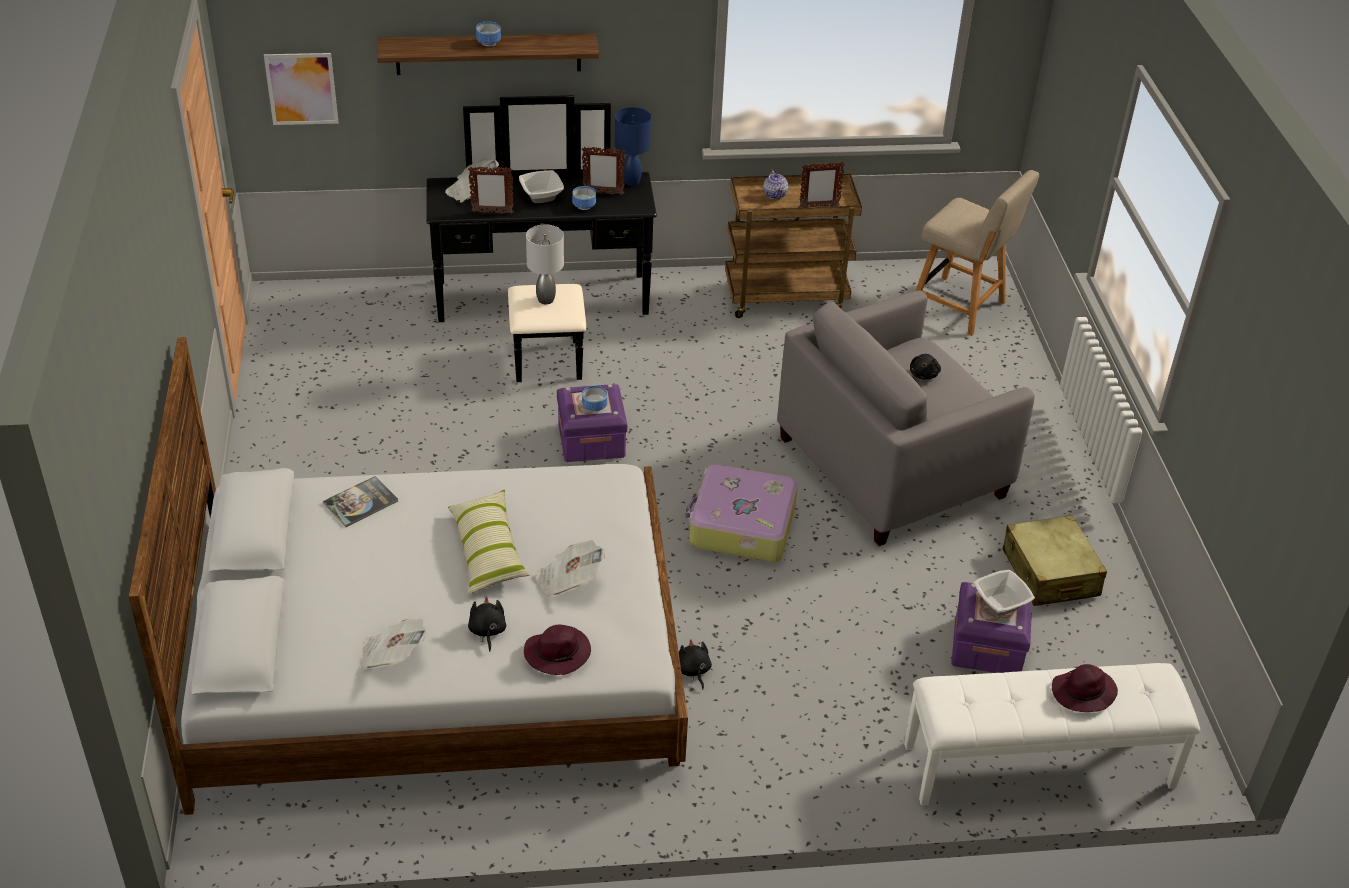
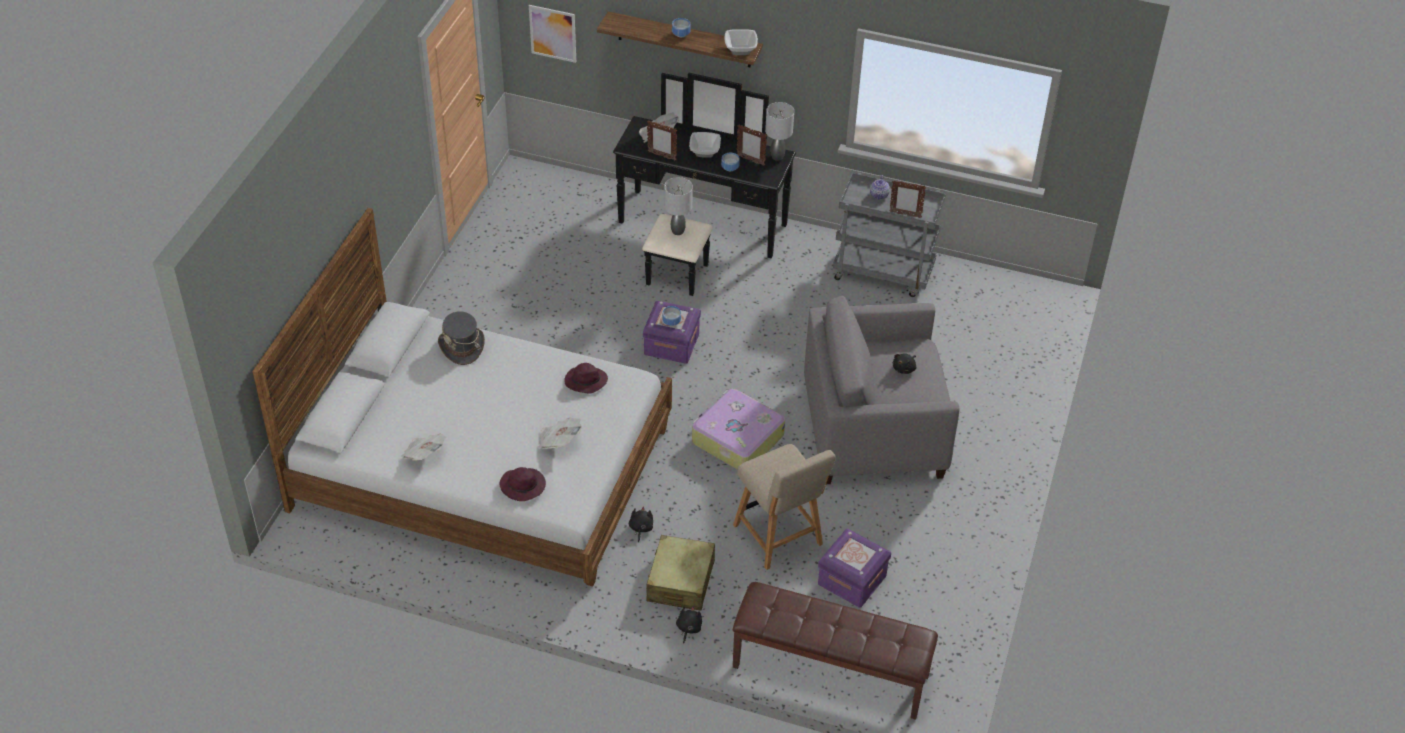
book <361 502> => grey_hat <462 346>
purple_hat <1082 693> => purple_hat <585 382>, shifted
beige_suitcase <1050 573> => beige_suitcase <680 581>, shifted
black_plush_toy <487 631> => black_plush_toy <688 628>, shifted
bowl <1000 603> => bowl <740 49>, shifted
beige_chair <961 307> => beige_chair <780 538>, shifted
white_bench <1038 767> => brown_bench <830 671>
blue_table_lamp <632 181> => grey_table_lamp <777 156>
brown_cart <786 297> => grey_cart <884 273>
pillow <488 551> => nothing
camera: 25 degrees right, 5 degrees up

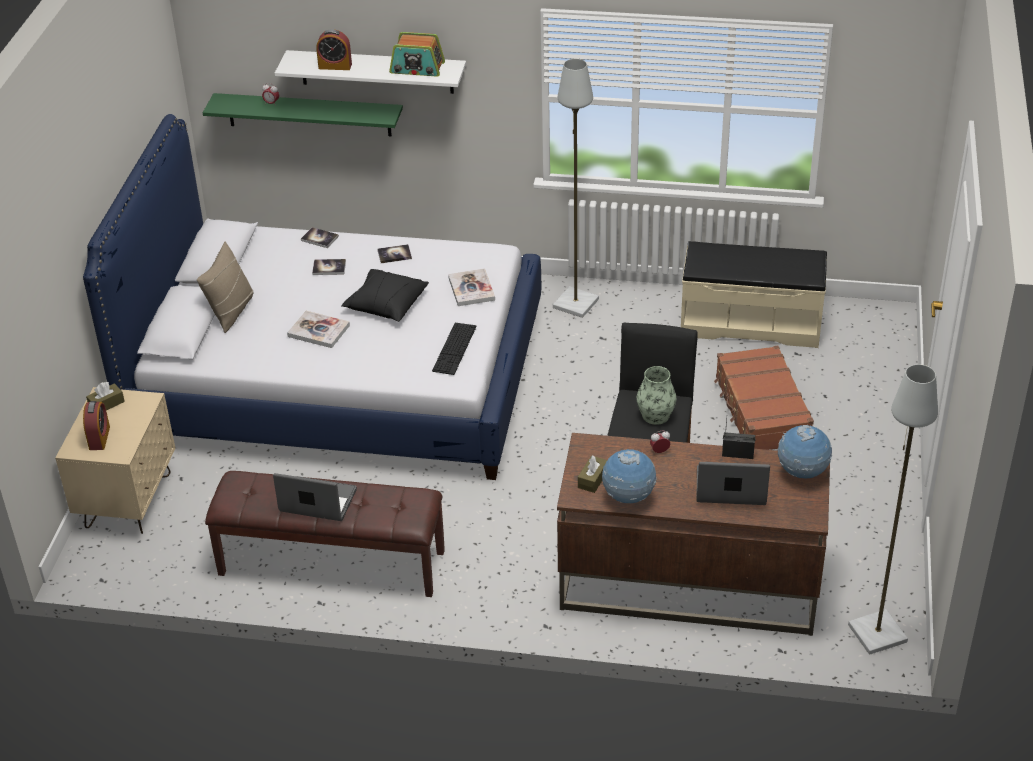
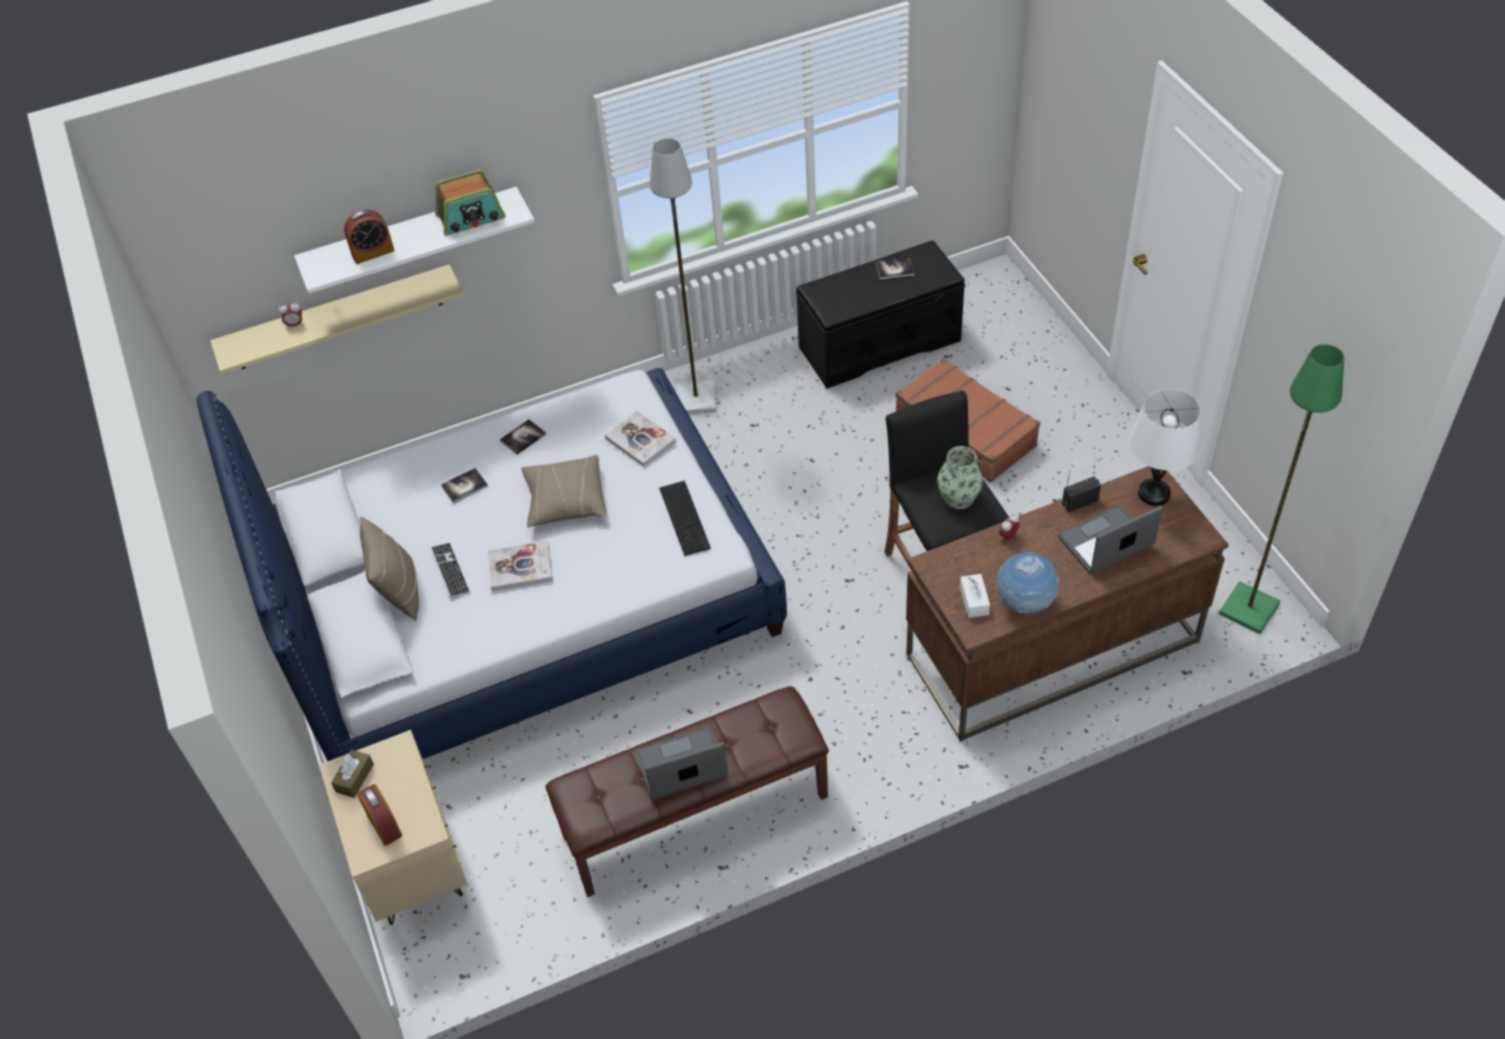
green_shelf <309 114> => beige_shelf <337 318>
nothing => keyboard <450 571>
black_pillow <386 304> => beige_pillow <565 501>
beige_bench <750 323> => black_bench <879 343>
book <319 238> => book <894 269>, shifted
brown_tissue_box <592 479> => white_tissue_box <974 601>
globe <802 473> => white_table_lamp <1153 494>
grey_floor_lamp <877 634> => green_floor_lamp <1249 610>
camera: 30 degrees left, 10 degrees up

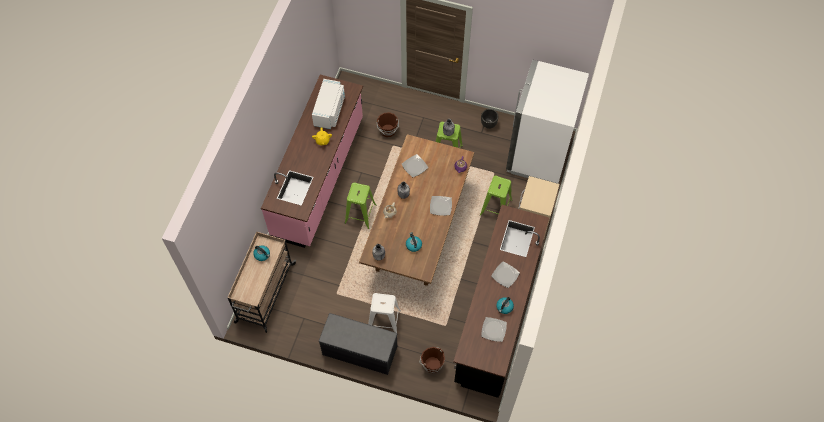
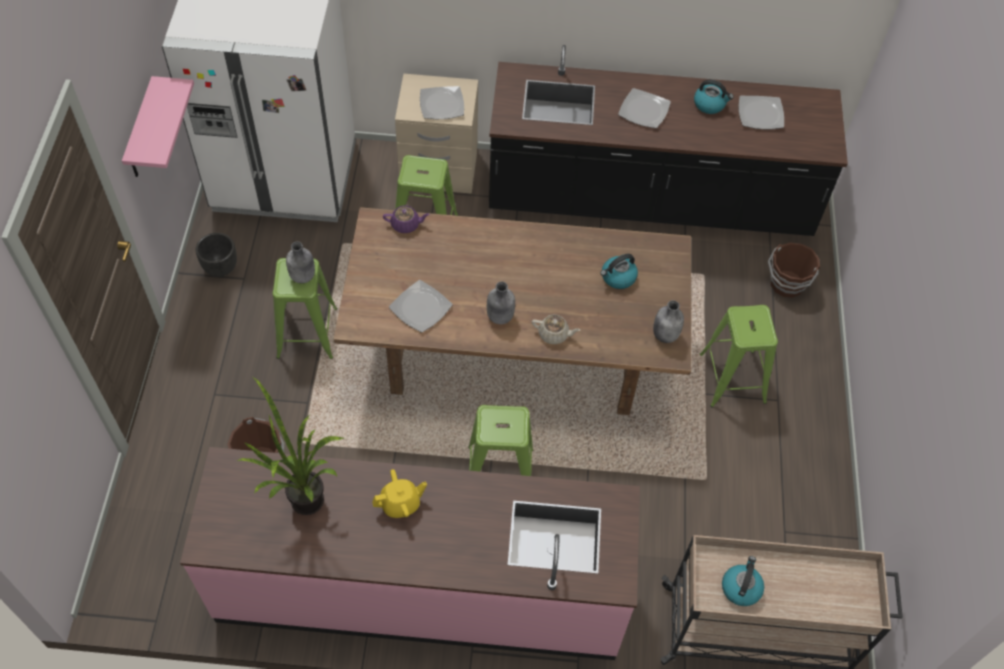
nothing => pink_shelf <141 131>
white_microwave <330 111> => potted_plant <302 507>
plate <440 206> => plate <442 105>, shifted
white_stool <384 321> => green_stool <732 377>
grey_bench <359 351> => nothing
camera: 105 degrees left, 5 degrees down

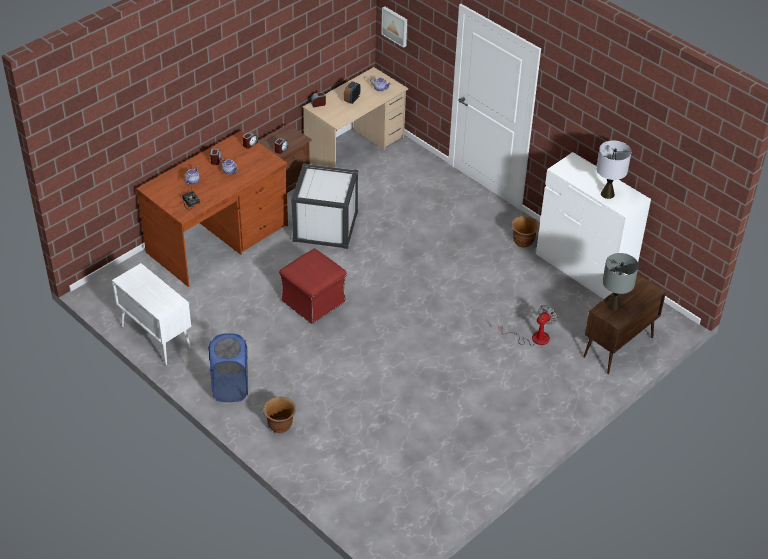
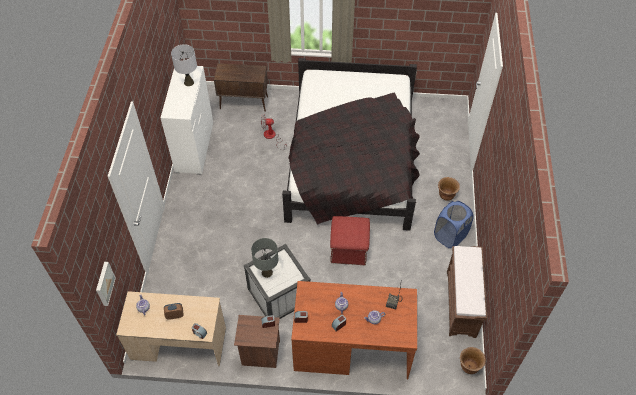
grey_table_lamp <614 305> => grey_table_lamp <267 272>, shifted
nothing => black_bed <352 161>
white_cabinet <155 337> => brown_bench <461 304>
brown_planter <523 242> => brown_planter <469 367>, shifted
camera: 130 degrees left, 10 degrees up

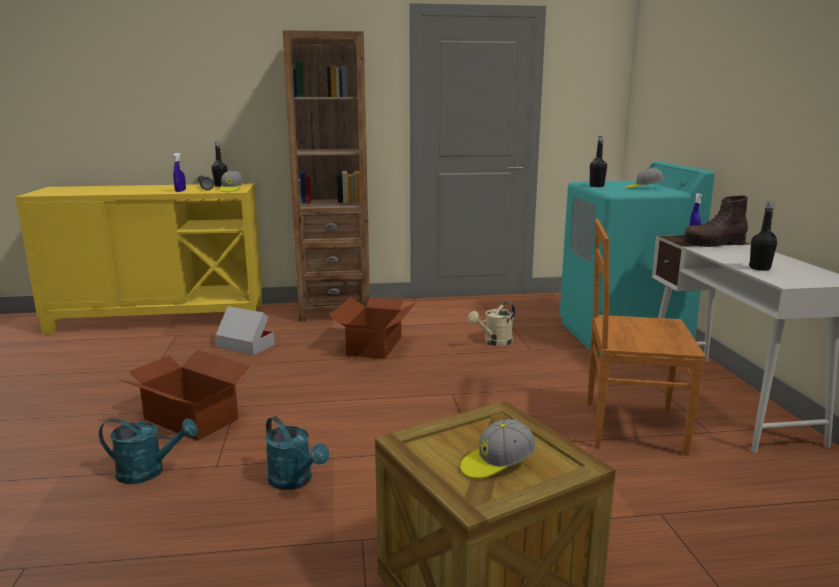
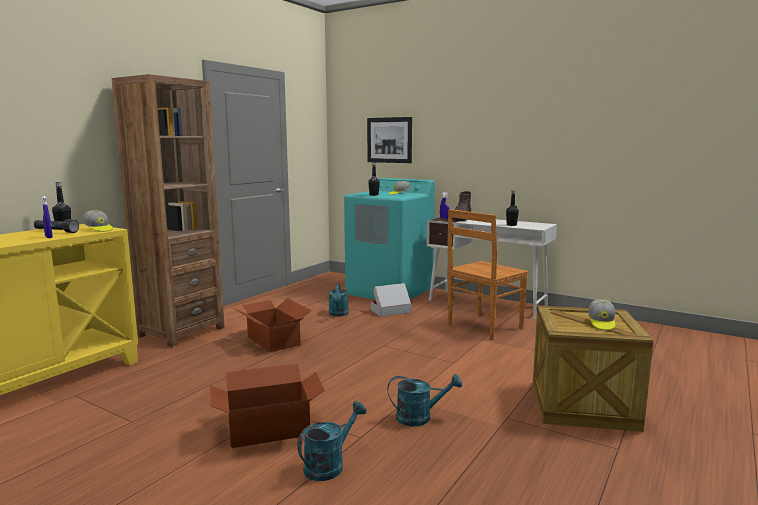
beige_watering_can <494 342> => turquoise_watering_can <338 314>
nothing => picture <389 140>
cardboard_box <245 346> => cardboard_box <391 311>, shifted
camera: 50 degrees left, 5 degrees down

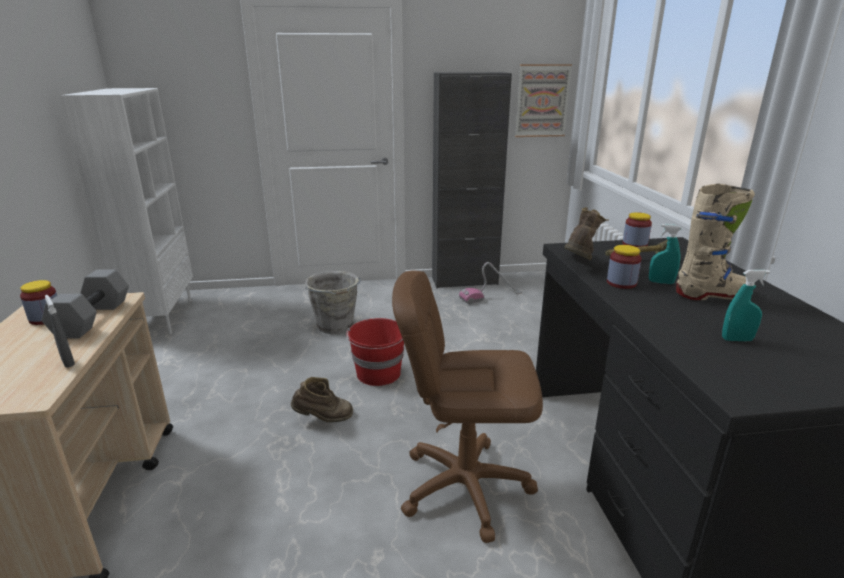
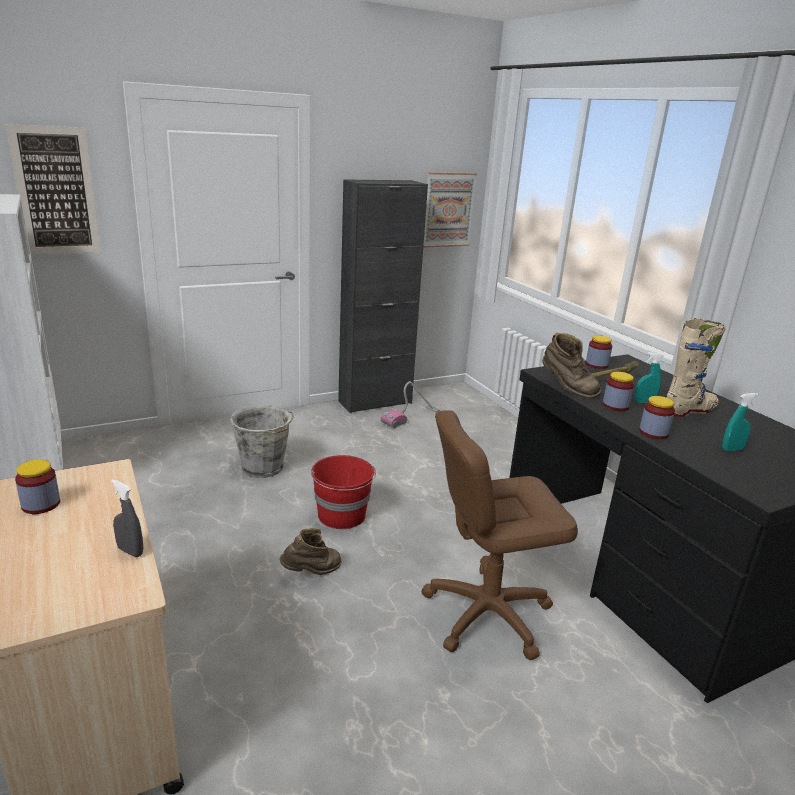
nothing => picture <56 191>
brown_boot <578 264> => brown_boot <567 389>, 135 degrees clockwise
nothing => jar <653 433>
grey_dumbbell <92 318> => nothing
camera: 20 degrees left, 0 degrees up

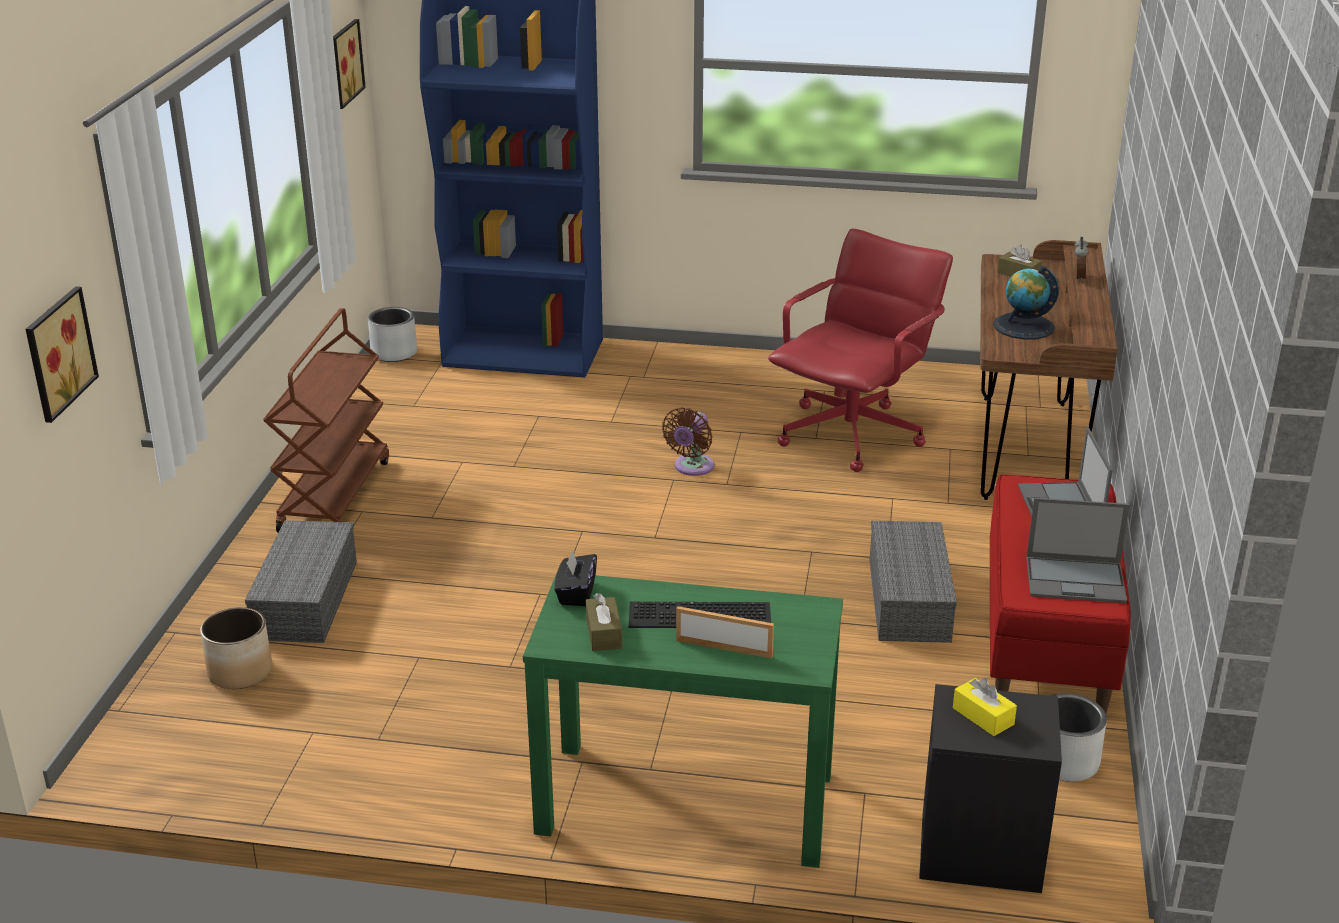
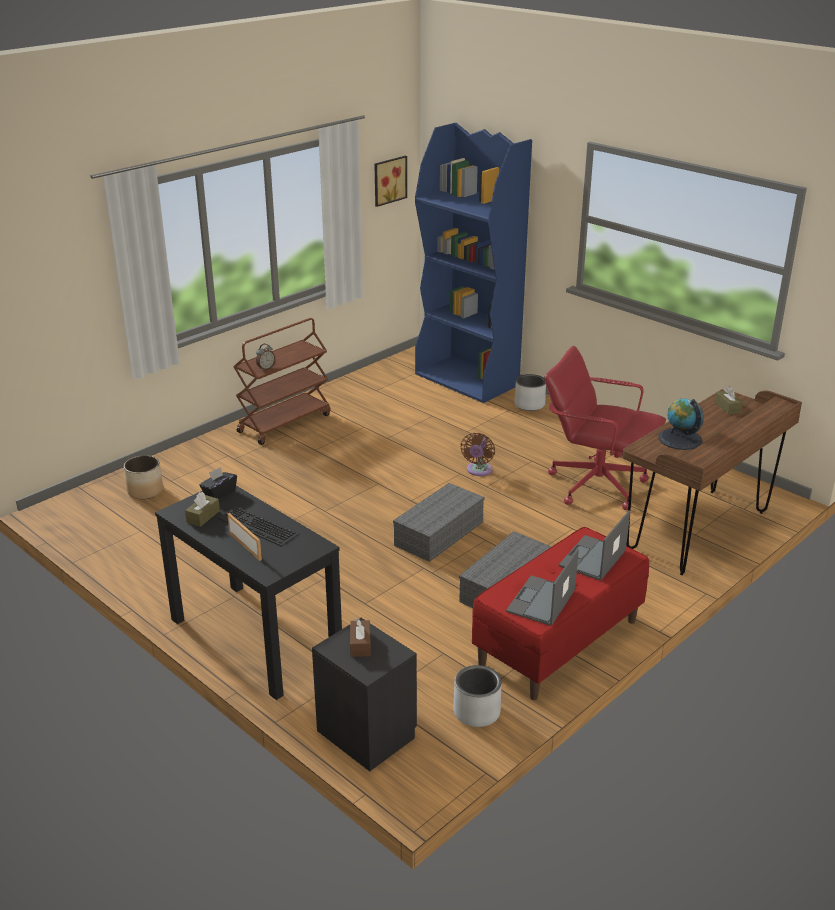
green_console_table <684 803> => black_console_table <254 638>
alarm_clock <1078 277> => alarm_clock <266 368>, shifted
yellow_tissue_box <983 716> => brown_tissue_box <360 644>
grey_storage_box <305 598> => grey_storage_box <439 532>, shifted
brown_fan <692 468> => brown_fan <478 471>, 45 degrees counterclockwise
laptop <1076 580> => laptop <541 601>, 75 degrees clockwise
grey_planter <394 353> => grey_planter <529 404>, shifted
red_office_chair <852 435> => red_office_chair <596 485>, 135 degrees counterclockwise
picture <56 353> => nothing
camera: 35 degrees right, 0 degrees up

